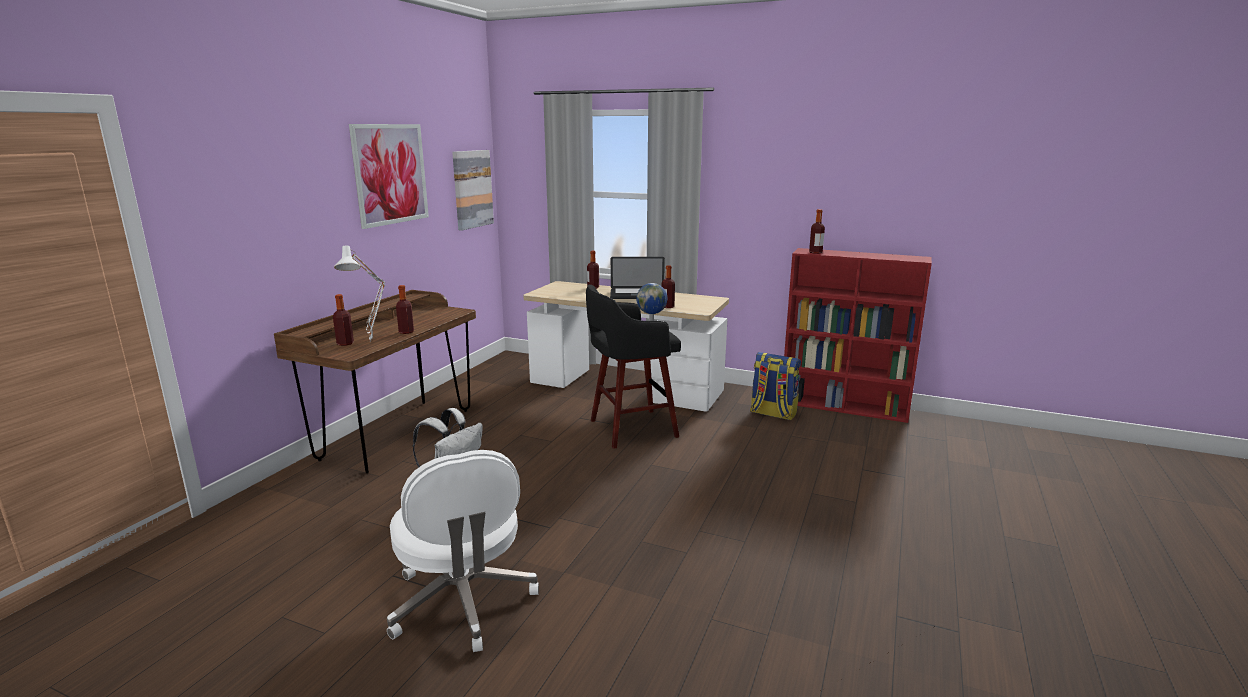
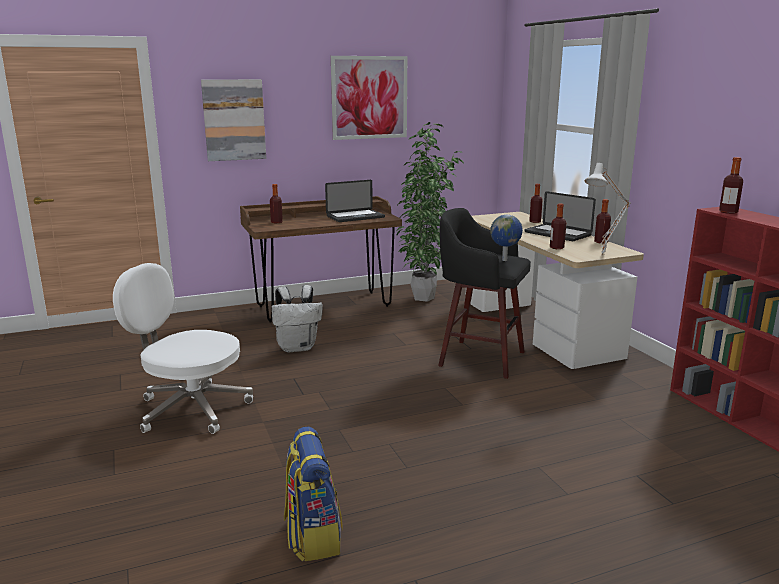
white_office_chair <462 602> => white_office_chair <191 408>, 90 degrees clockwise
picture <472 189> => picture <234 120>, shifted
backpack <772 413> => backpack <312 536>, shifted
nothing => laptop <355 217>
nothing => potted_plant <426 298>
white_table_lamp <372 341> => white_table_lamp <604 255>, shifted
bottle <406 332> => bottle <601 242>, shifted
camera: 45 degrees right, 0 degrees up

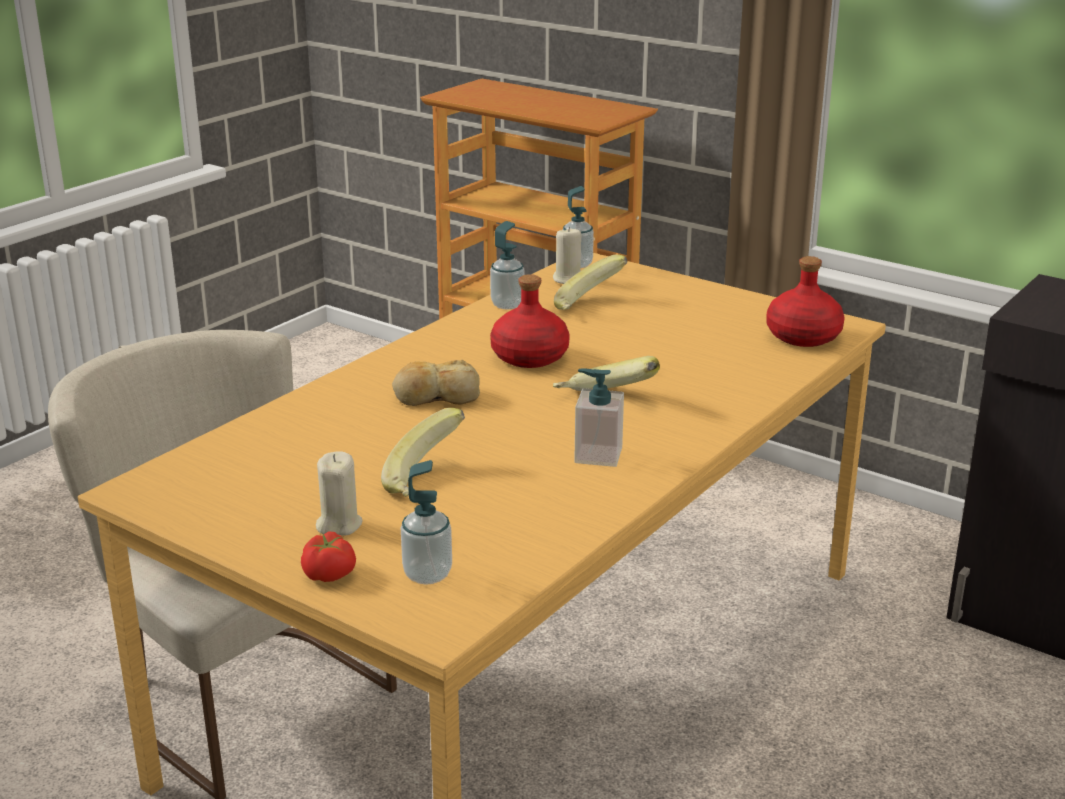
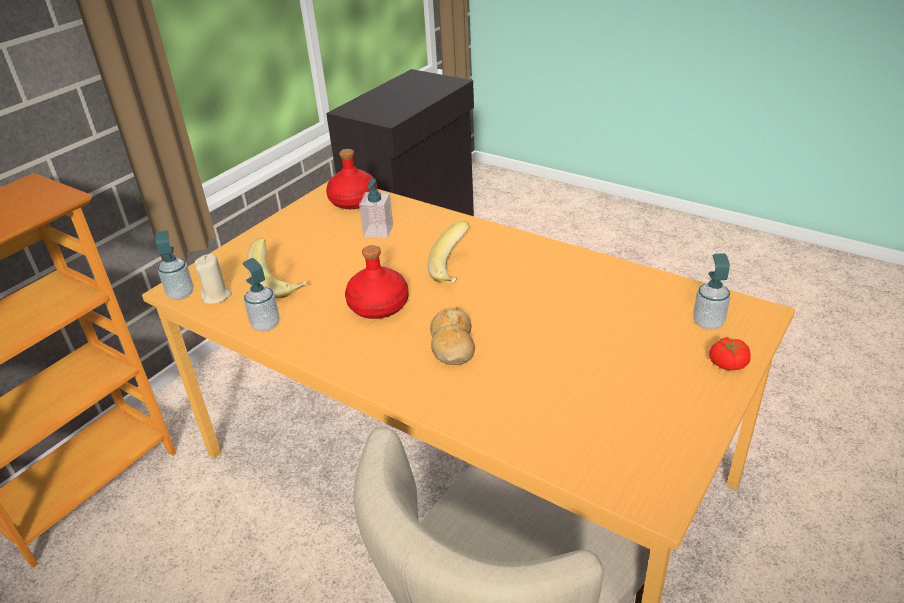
soap_dispenser <598 455> => soap_dispenser <378 231>, shifted
beige_candle <338 524> => nothing
banana <426 481> => nothing
camera: 90 degrees left, 10 degrees up

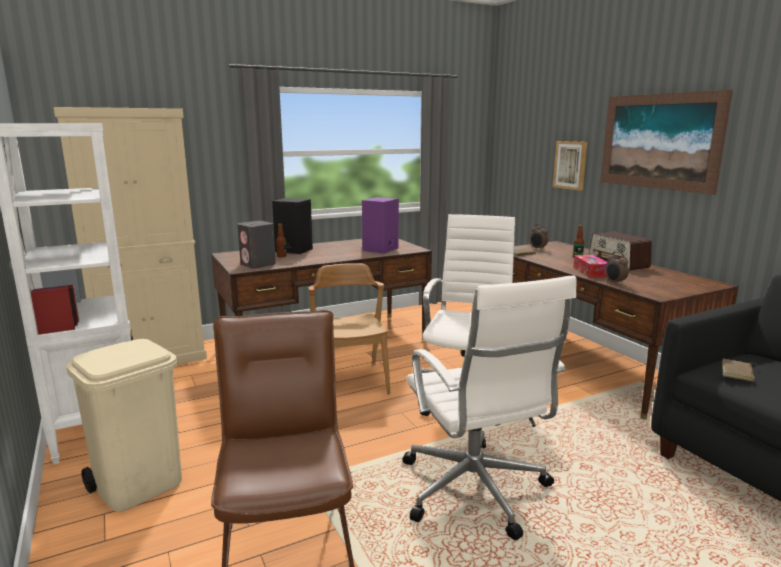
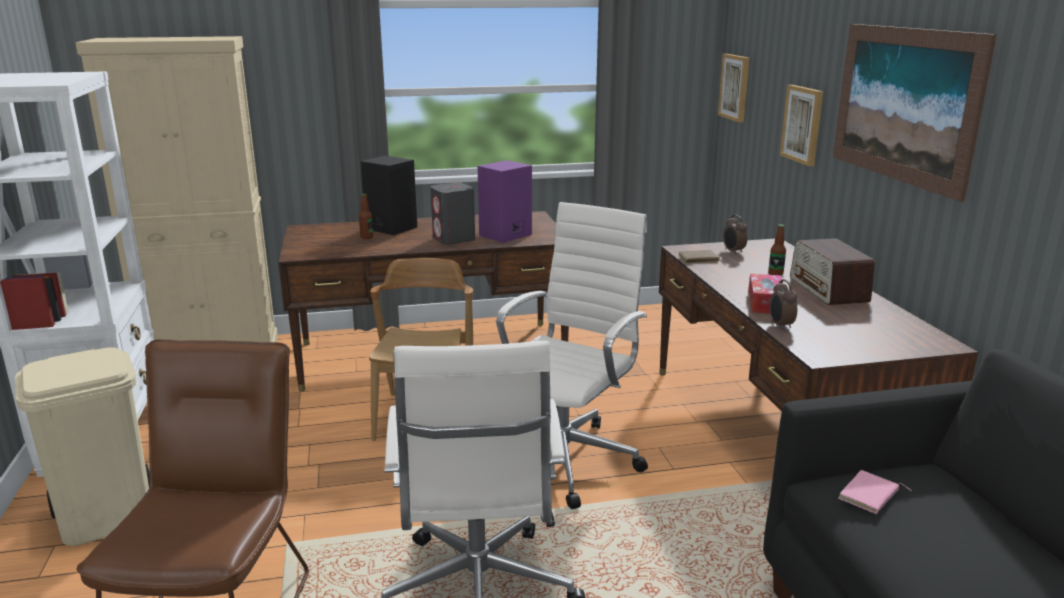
grey_speaker <258 264> => grey_speaker <454 239>, shifted
nothing => picture <735 87>
brown_book <739 372> => pink_book <870 496>
camera: 15 degrees right, 5 degrees up

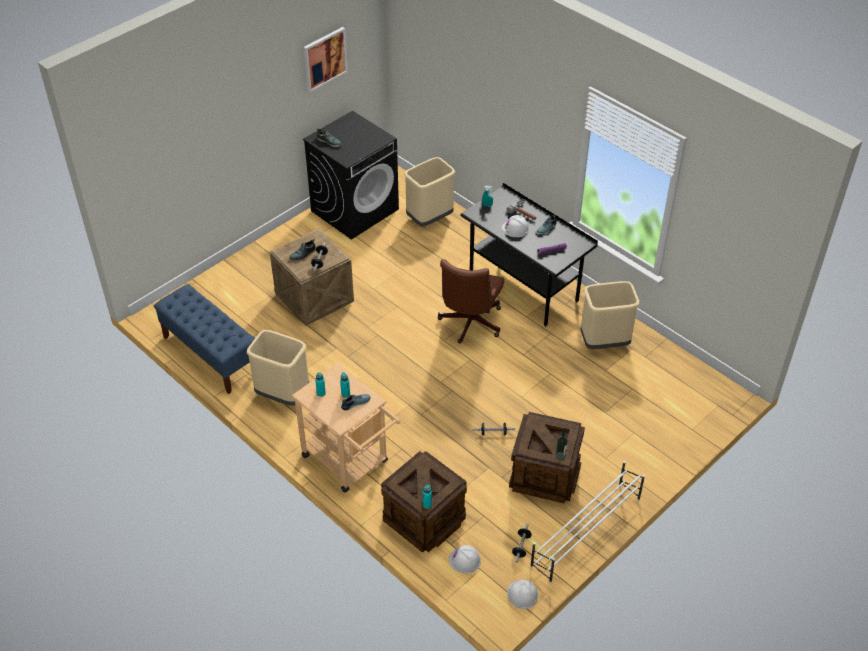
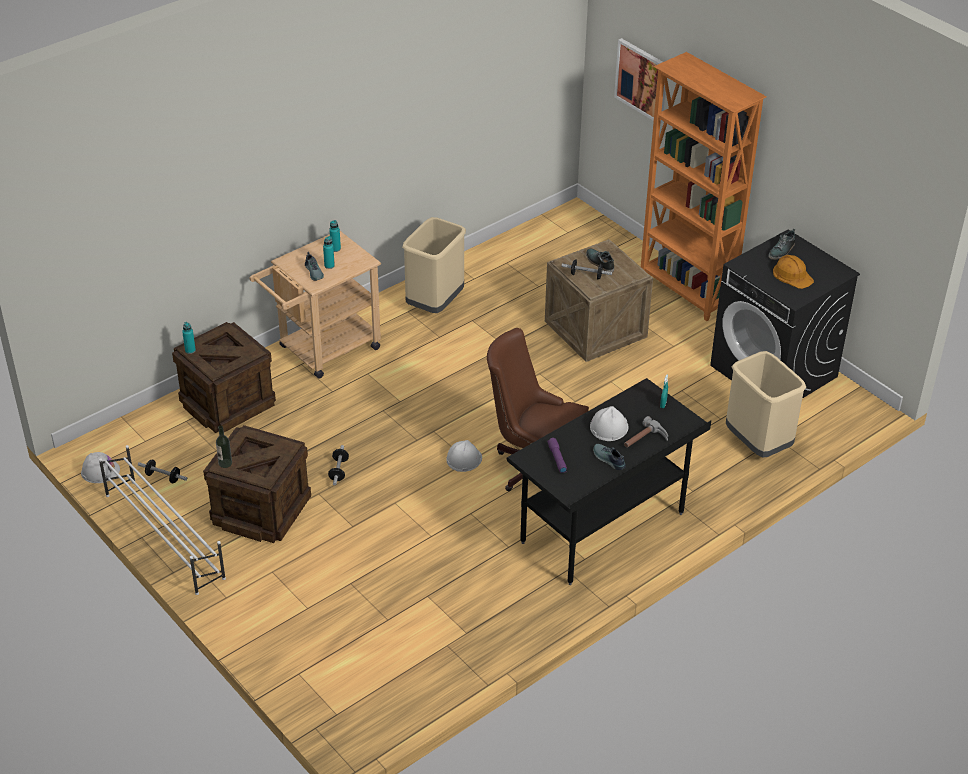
white_hard_hat <464 560> => white_hard_hat <464 459>, shifted
picture <325 59> => picture <642 80>, shifted
nothing => orange_bookcase <686 291>
nothing => orange_hard_hat <792 275>
blue_bench <210 354> => nothing
beige_trash_can <604 343> => nothing
camera: 95 degrees right, 5 degrees down

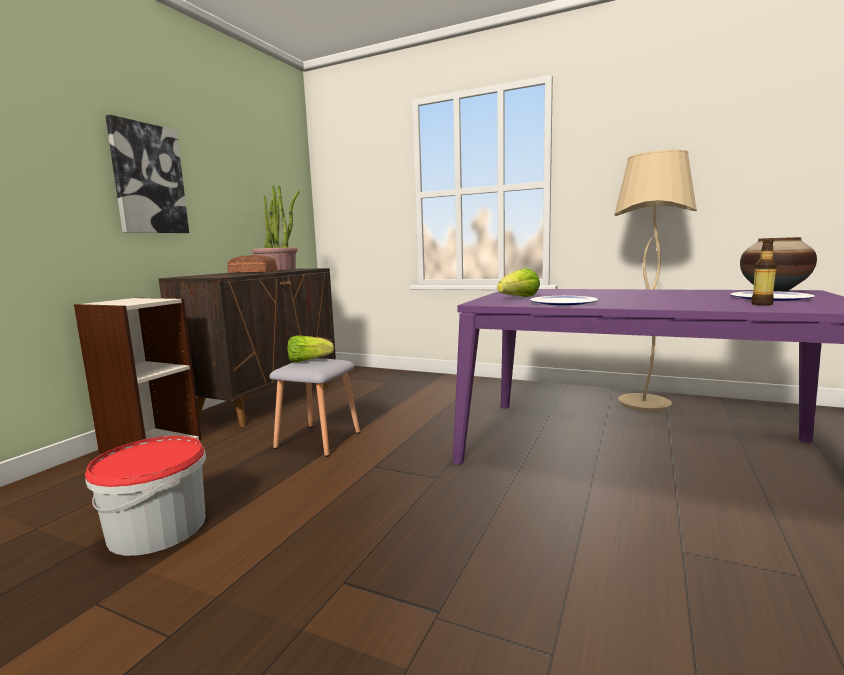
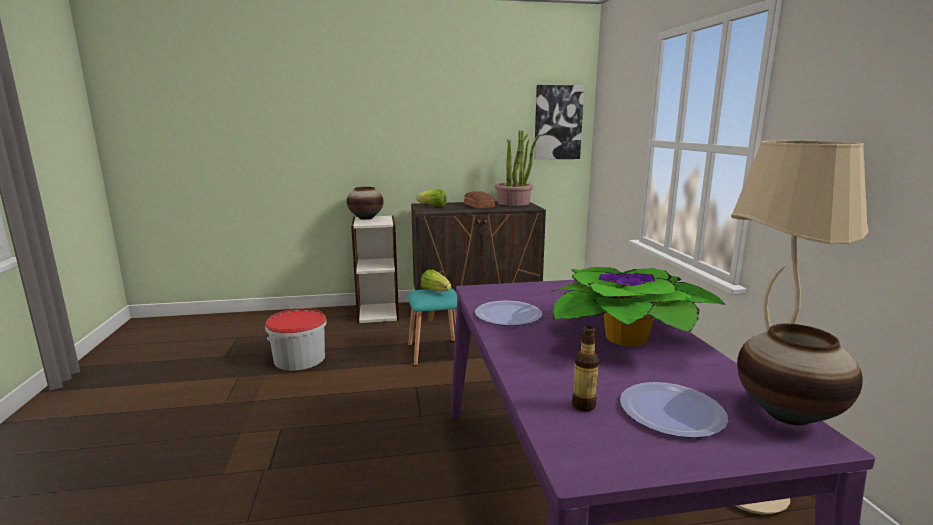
nothing => vase <365 218>
grey_stool <318 439> => turquoise_stool <436 352>
lettuce <519 298> => lettuce <433 206>, shifted
picture <148 179> => picture <558 122>, shifted
nothing => potted_plant <622 336>
camera: 55 degrees right, 5 degrees up

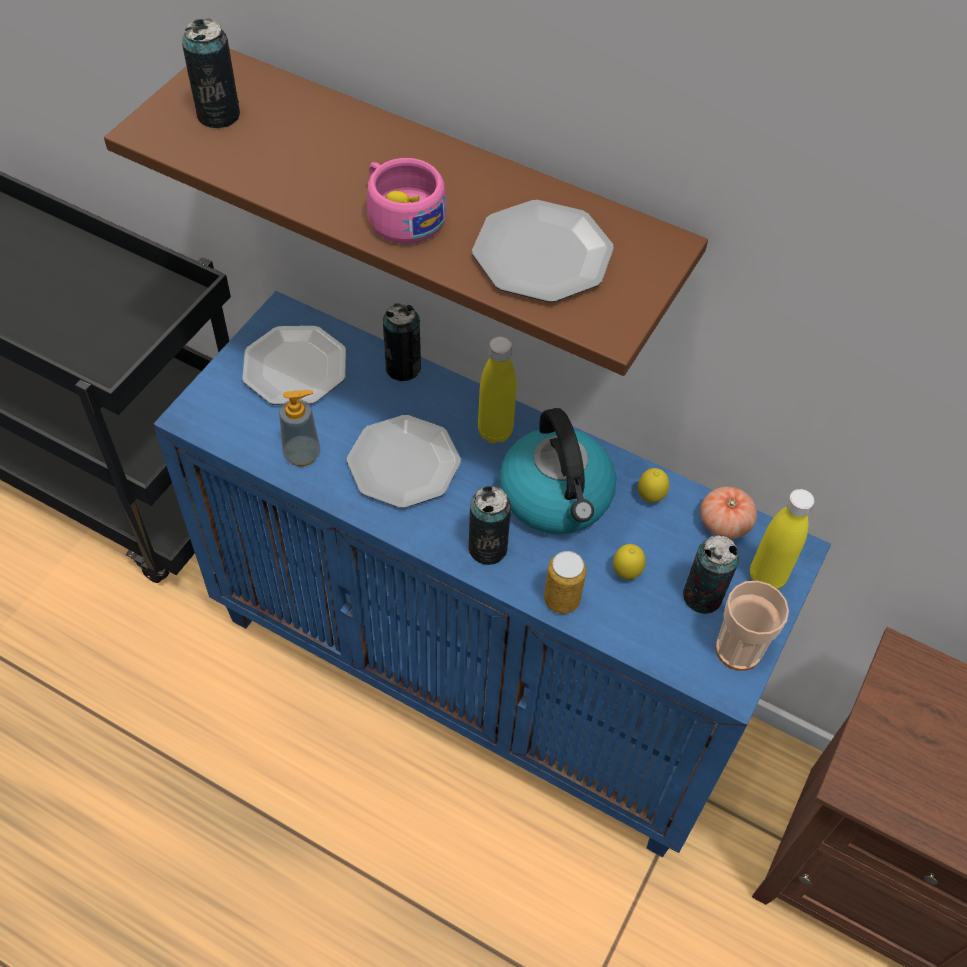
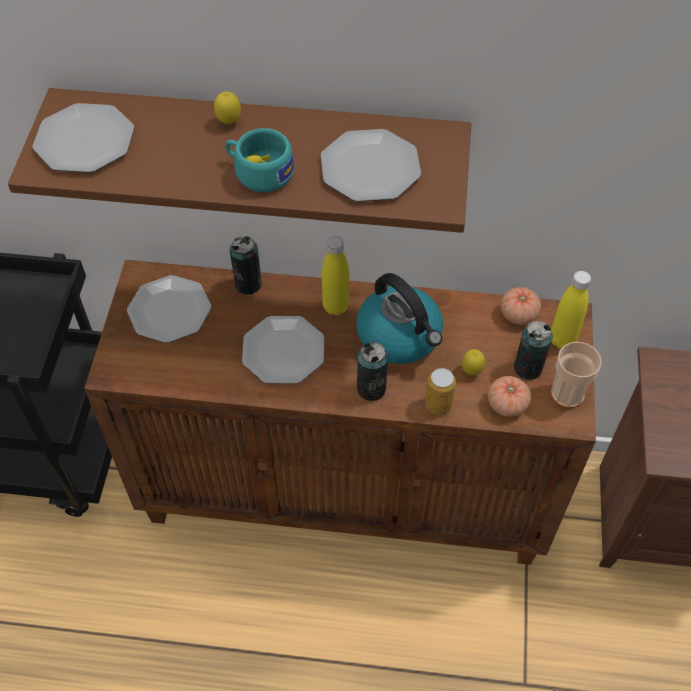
can <218 115> => plate <85 140>
blue_cabinet <477 672> => brown_cabinet <348 489>
lemon <650 497> => lemon <229 122>, shifted
pink_cup <401 215> => turquoise_cup <258 172>
nothing => tomato <507 404>
soap_dispenser <302 454> => nothing
camera: 20 degrees left, 0 degrees up

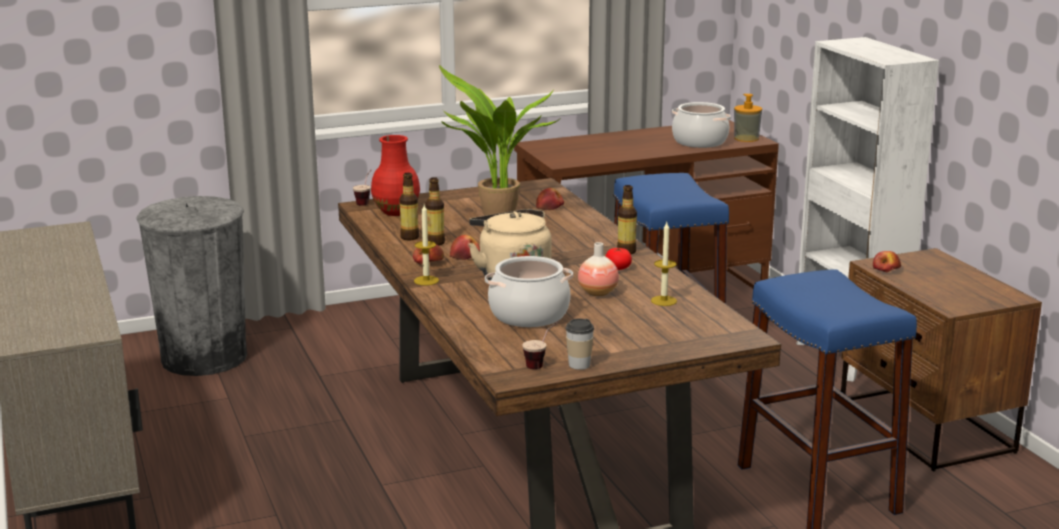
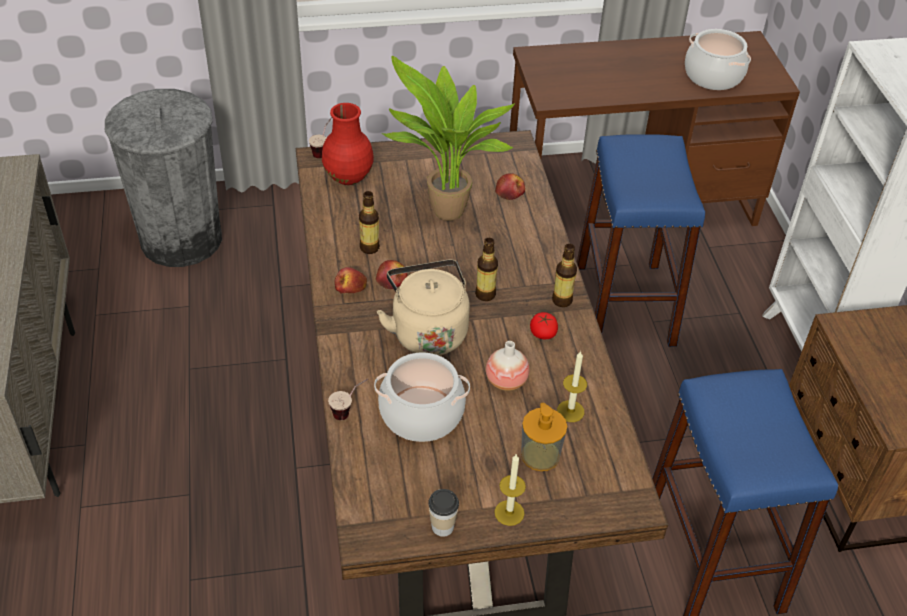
cup <542 363> => cup <349 411>, shifted
bottle <409 237> => bottle <485 294>, shifted
candle <426 280> => candle <509 513>, shifted
soap_dispenser <746 138> => soap_dispenser <540 455>, shifted
apple <886 270> => nothing
camera: 10 degrees right, 25 degrees up

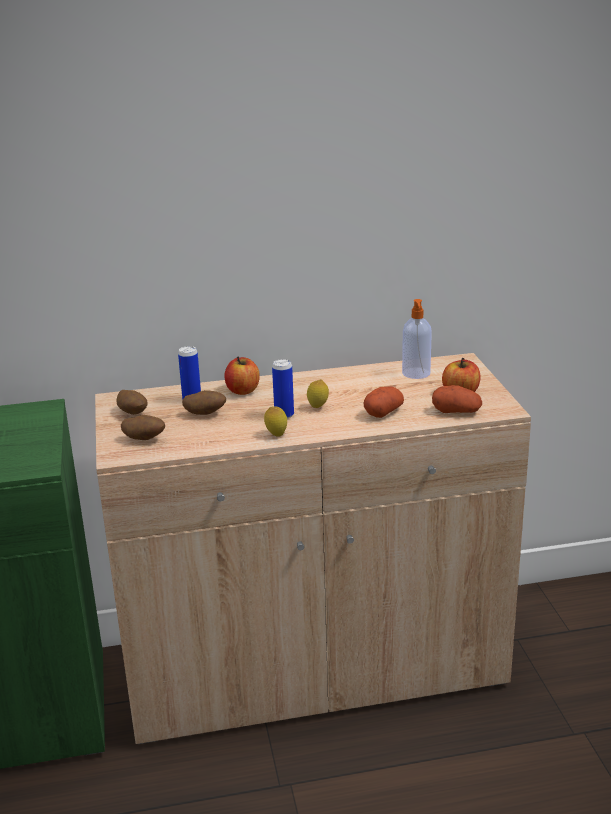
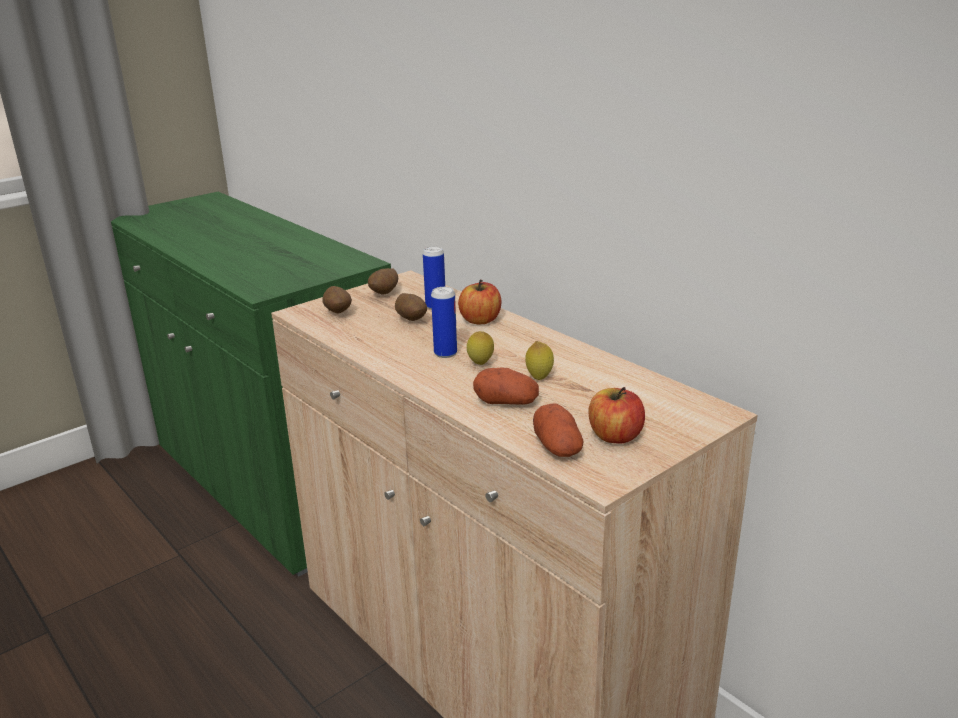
lemon <276 435> => lemon <539 377>, shifted
soap_dispenser <416 374> => nothing
camera: 60 degrees right, 0 degrees up

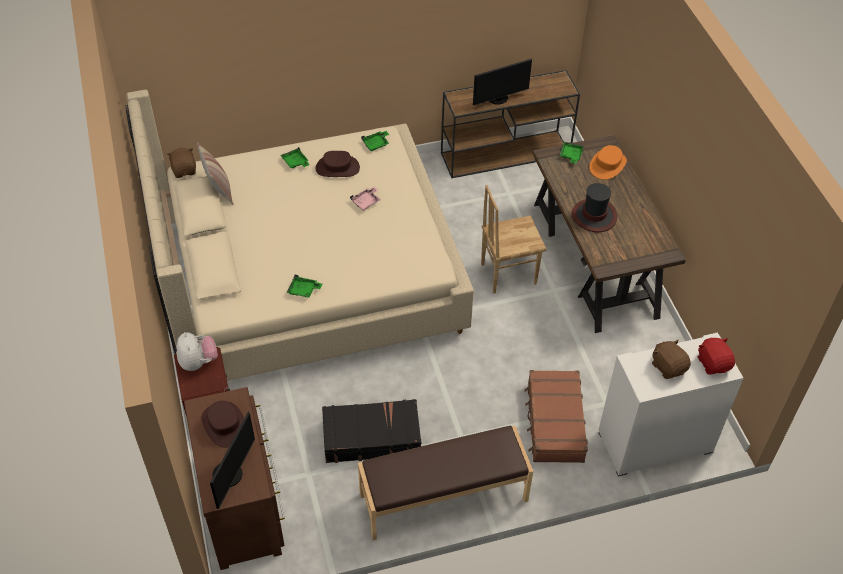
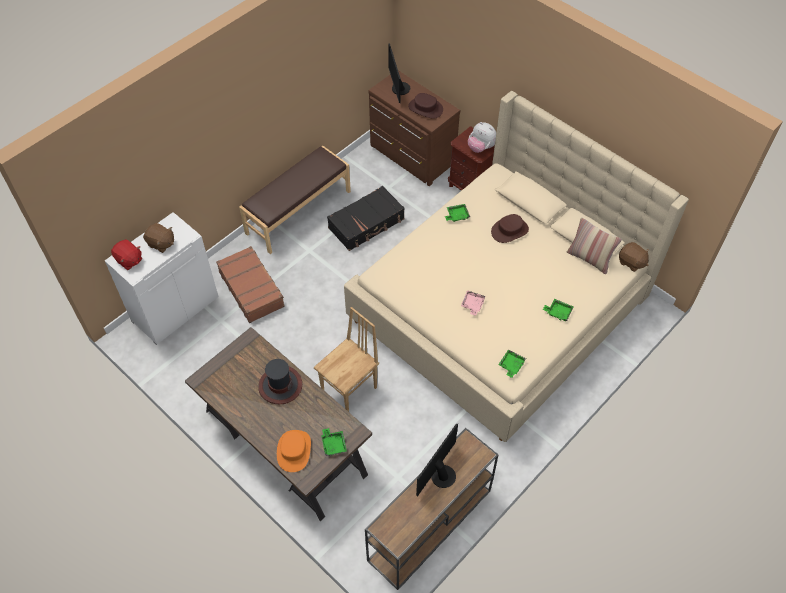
brown_hat <337 168> => brown_hat <509 230>, shifted
camera: 150 degrees right, 5 degrees up

